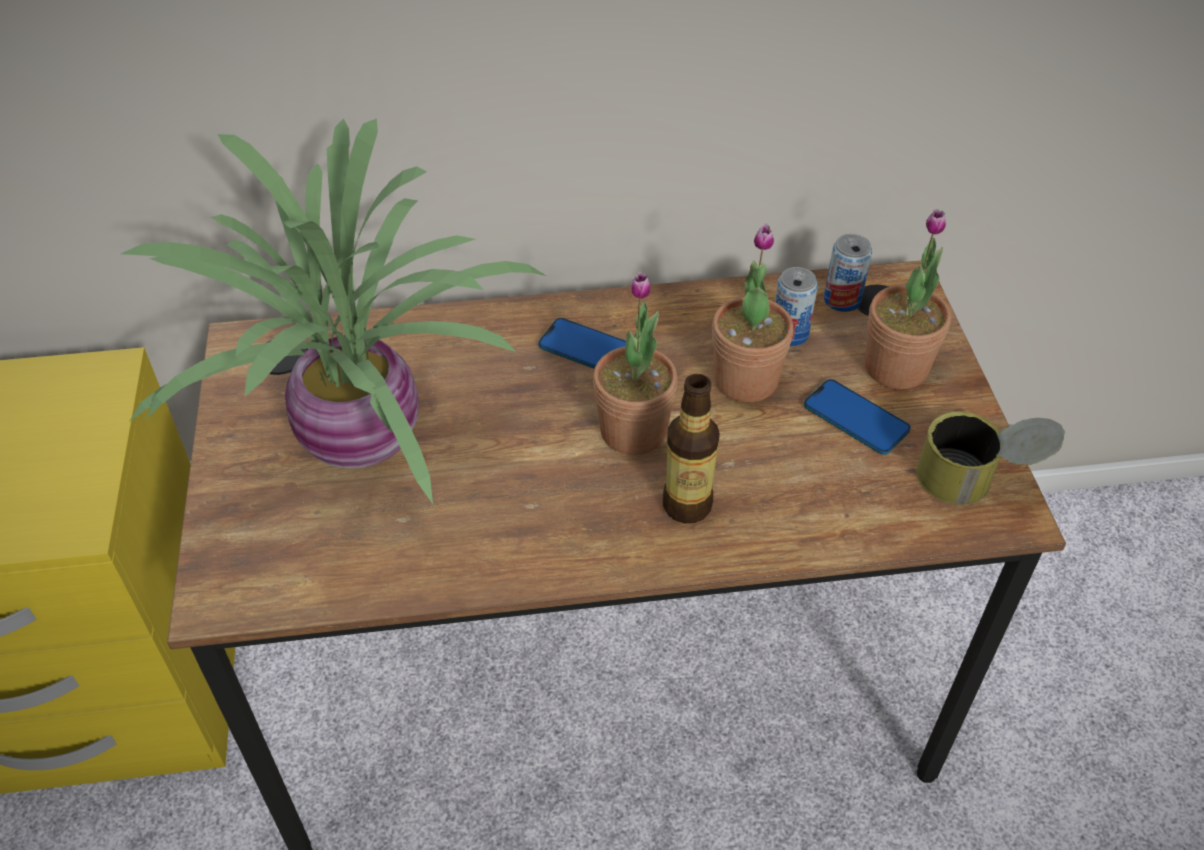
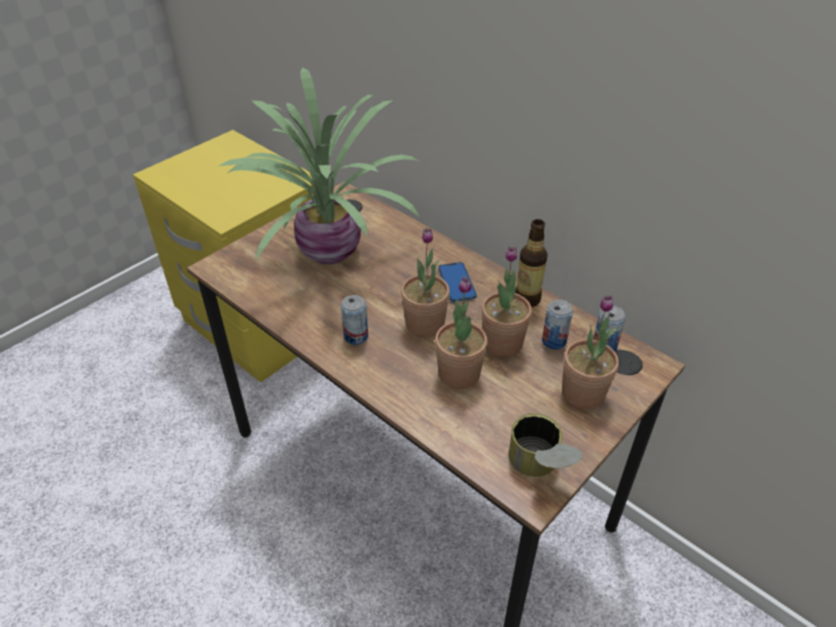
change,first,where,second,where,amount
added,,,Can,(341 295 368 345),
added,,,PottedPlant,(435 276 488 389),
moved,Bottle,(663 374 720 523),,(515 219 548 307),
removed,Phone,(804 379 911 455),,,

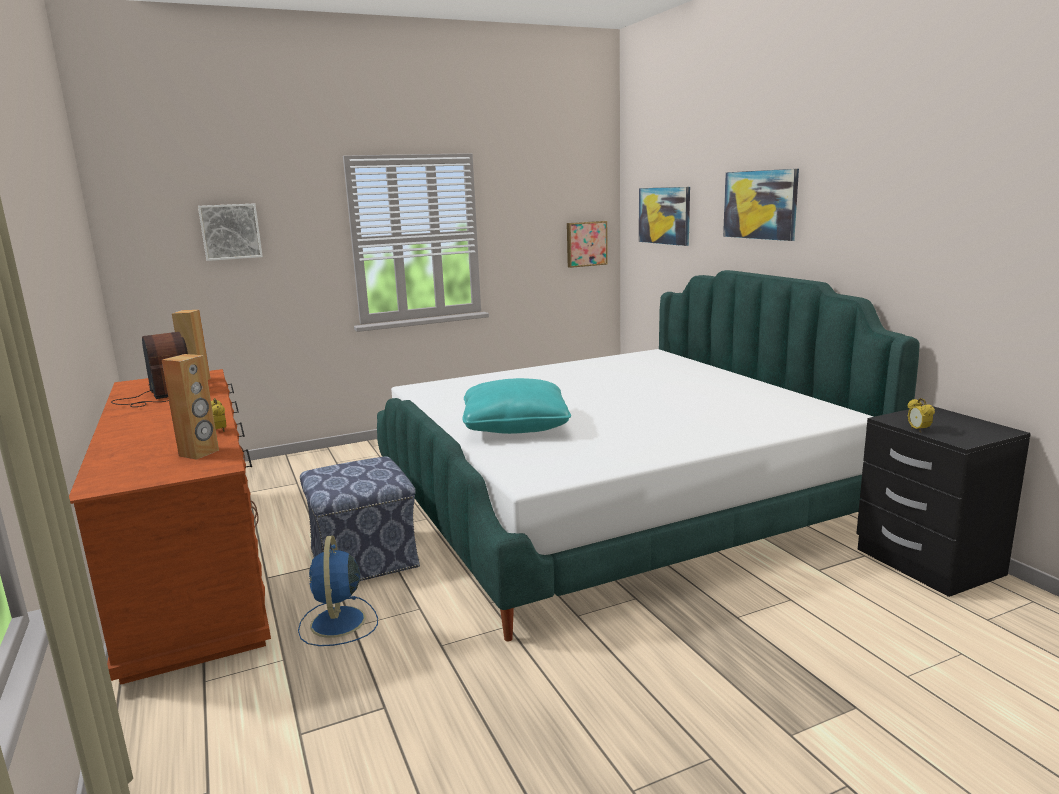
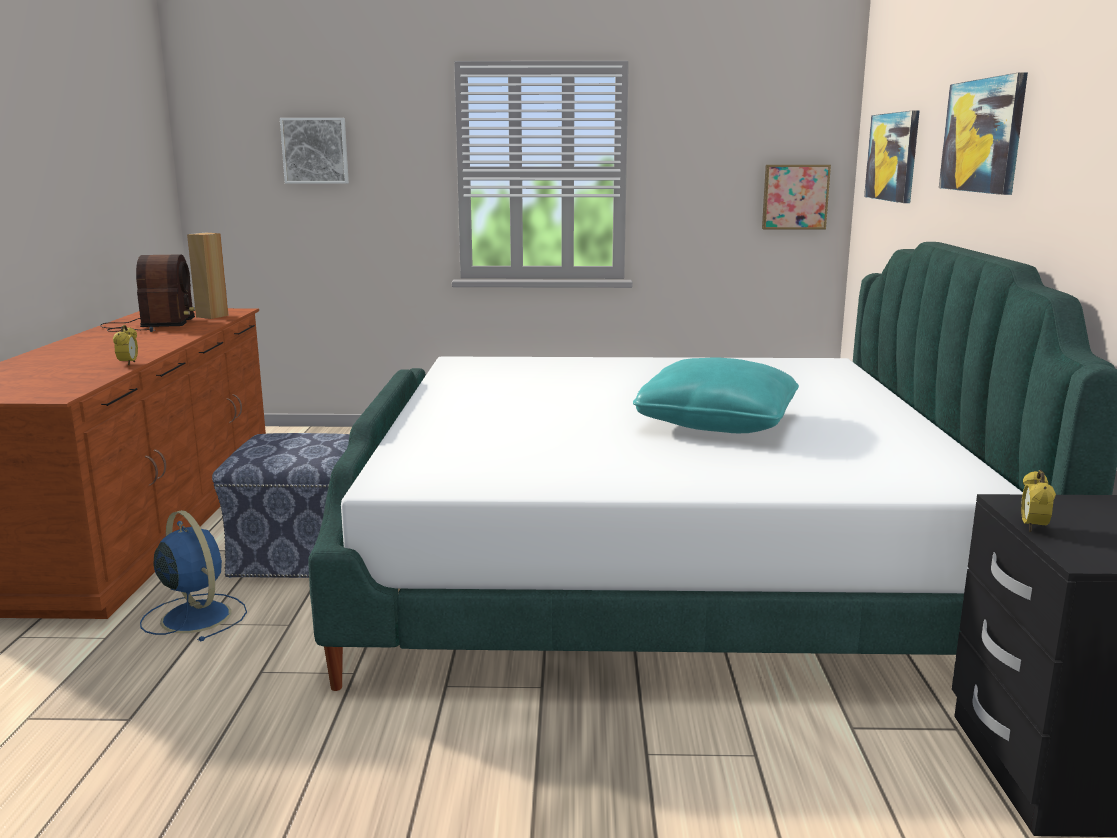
change,first,where,second,where,amount
turned,BlueFan,(298 535 378 646),,(140 510 247 642),120 degrees clockwise
moved,TurquoisePillow,(463 378 571 434),,(633 357 799 433),
removed,BrownSpeaker,(162 354 219 460),,,

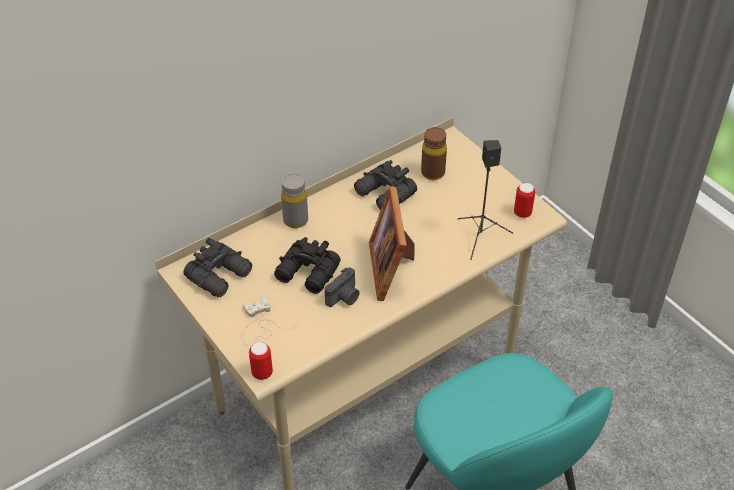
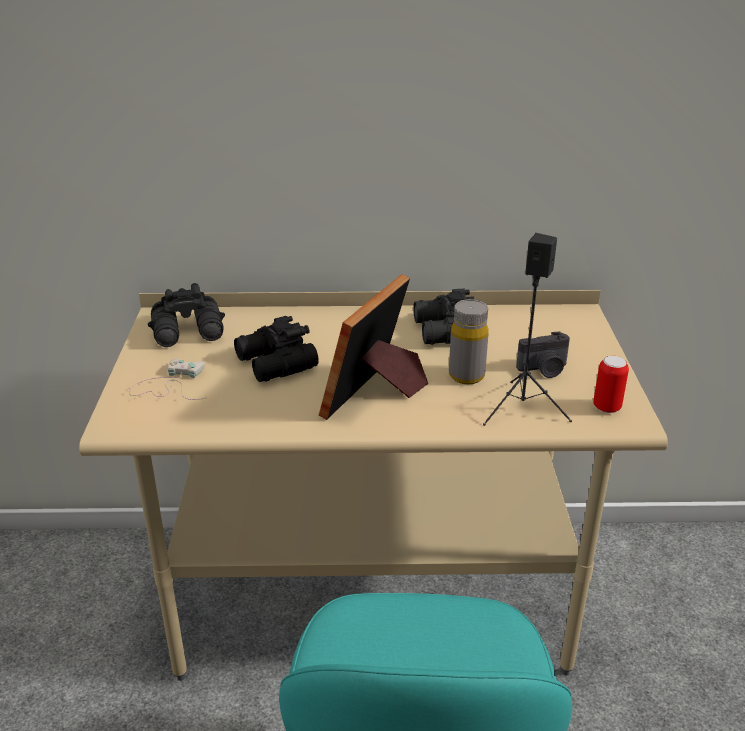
change,first,where,second,where,amount
moved,GreyBottle,(281 174 308 228),,(449 299 489 384),
moved,PhotoCamera,(325 267 360 307),,(516 332 570 378),
removed,Can,(249 342 273 380),,,
removed,BrownBottle,(421 127 447 180),,,

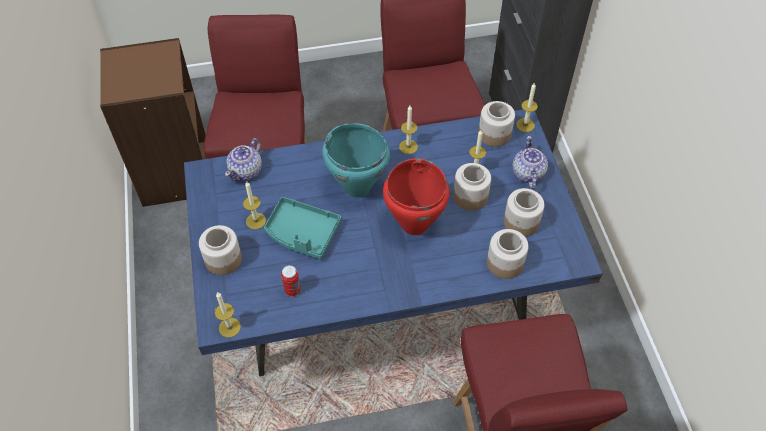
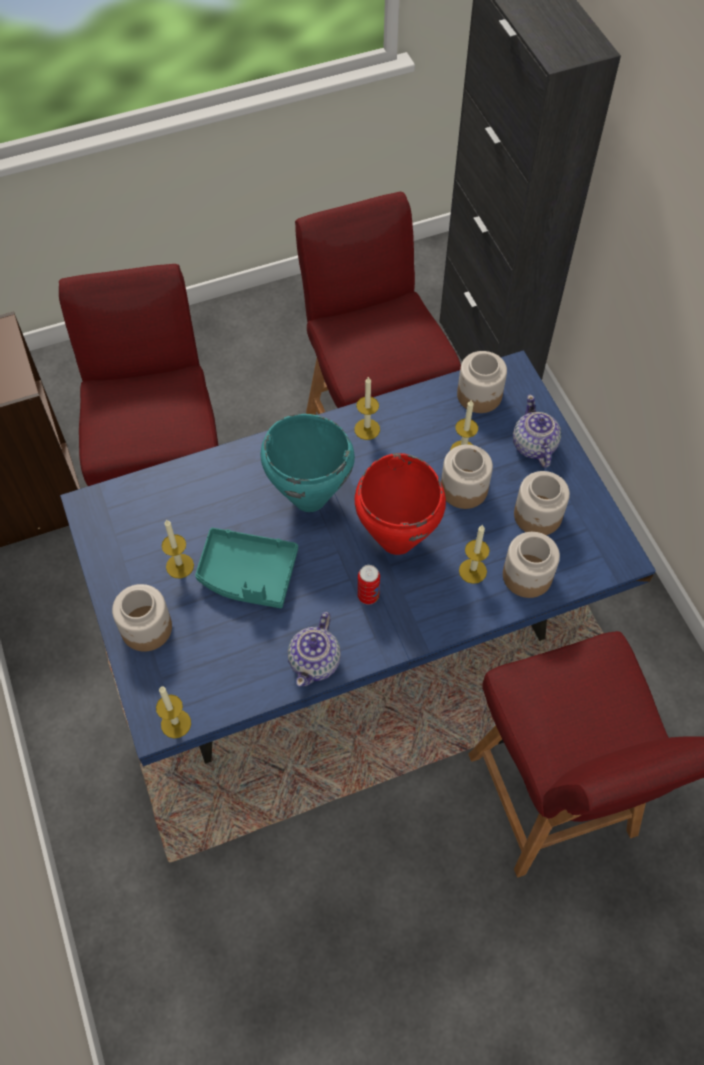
change,first,where,second,where,amount
moved,Teapot,(225 138 262 182),,(288 612 341 686),
moved,Can,(281 265 301 297),,(358 565 380 605),
moved,Candle,(516 82 538 132),,(459 525 490 584),

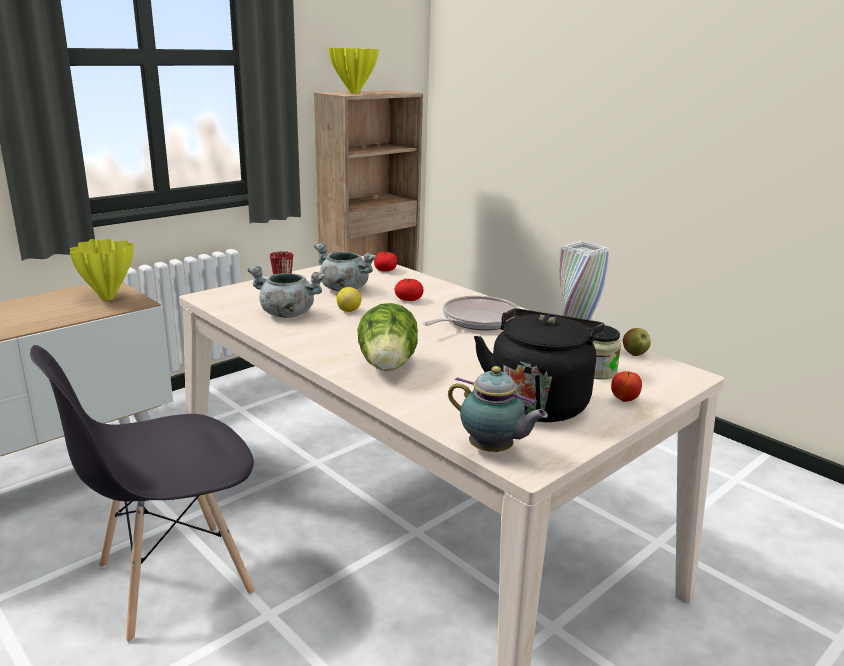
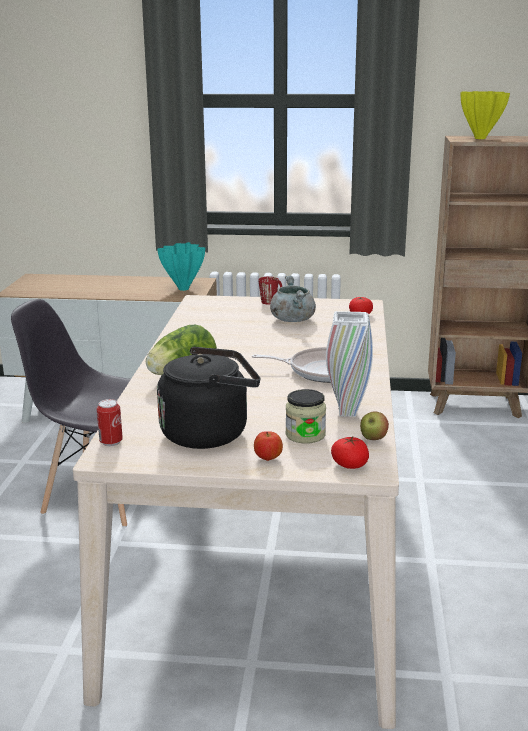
change,first,where,second,where,amount
replaced,Teapot,(448 366 548 452),Can,(97 399 123 446),
recoloured,YellowVase,(70 239 134 300),TurquoiseVase,(157 242 205 291),
moved,Tomato,(395 279 423 301),,(331 437 369 469),
removed,GreyCookingPot,(247 266 325 318),,,
removed,Lemon,(336 287 361 312),,,

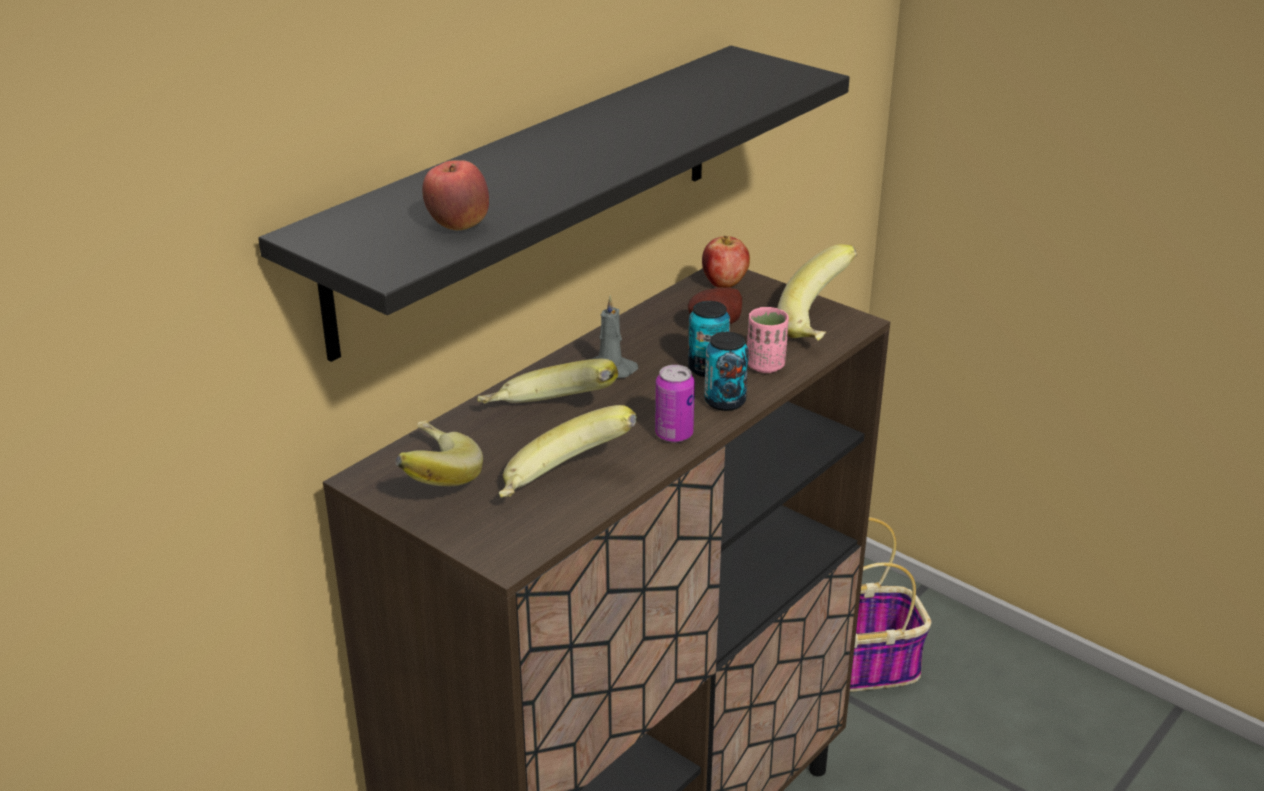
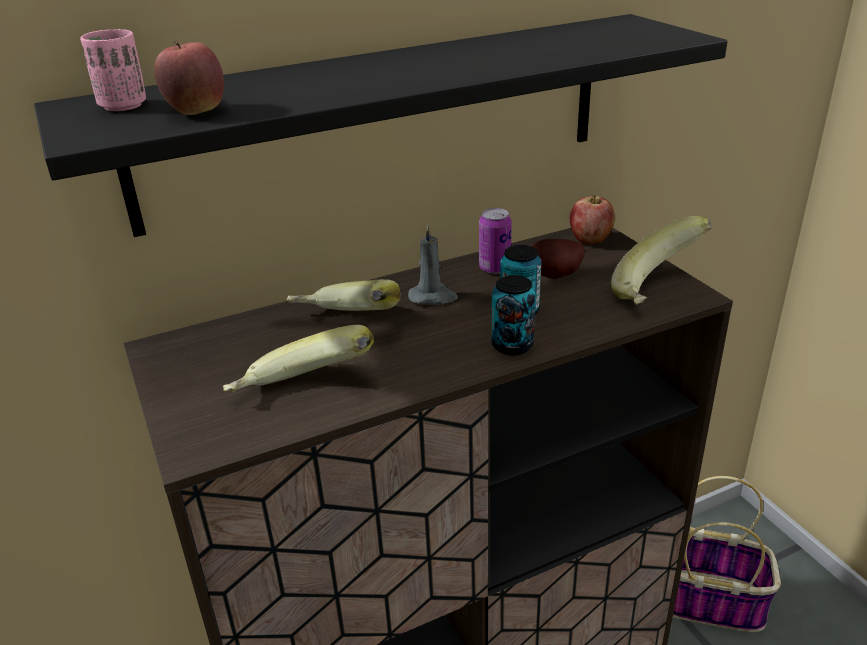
change,first,where,second,where,amount
moved,PinkCup,(747 307 789 373),,(80 29 146 111),
moved,Can,(655 365 695 443),,(479 208 512 274),
removed,Banana,(395 420 483 486),,,

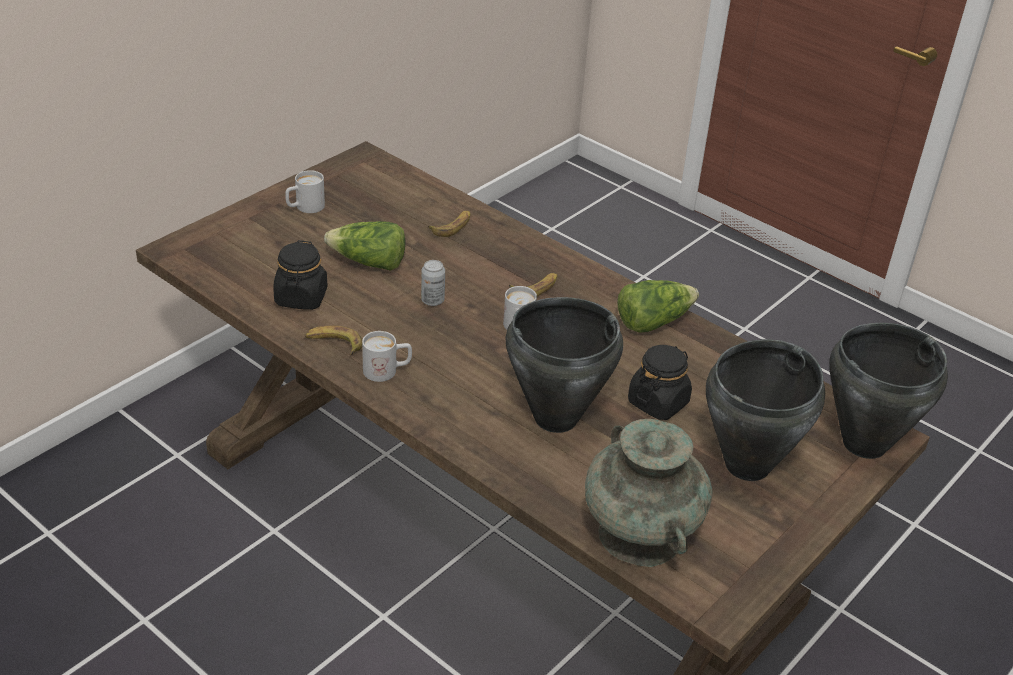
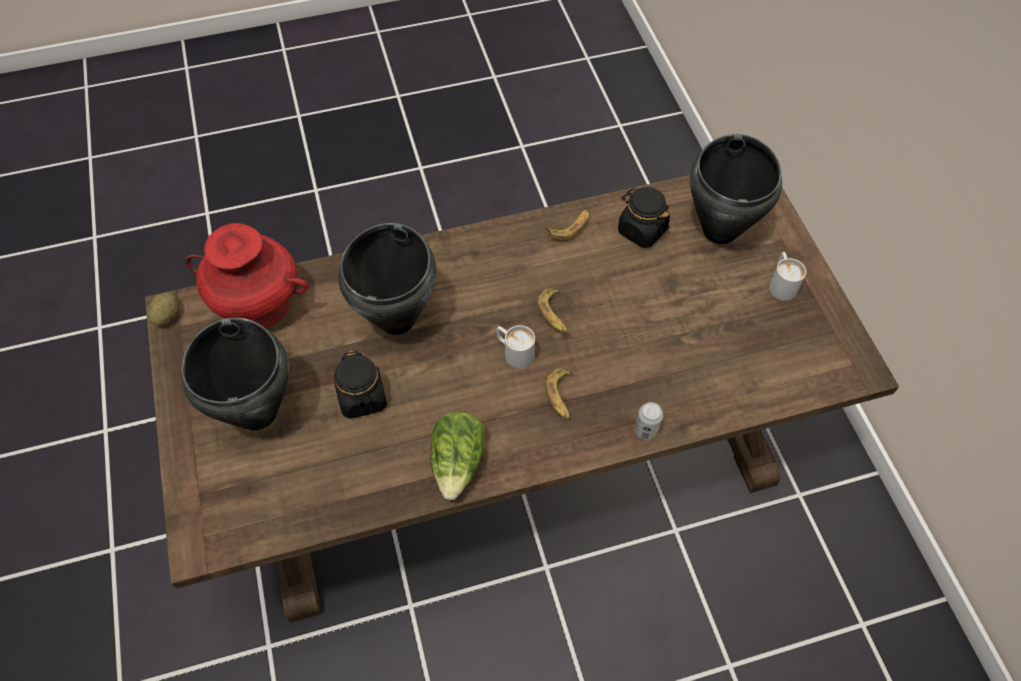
change,first,where,second,where,amount
added,,,Potato,(148 292 178 326),
recoloured,TurquoiseVase,(585 419 712 567),RedVase,(185 223 309 328),
moved,Banana,(428 211 470 237),,(537 289 567 333),
moved,Can,(421 260 445 306),,(635 402 663 440),
moved,BlackCookingPot,(829 323 948 459),,(690 134 782 244),
removed,Lettuce,(324 221 405 271),,,
removed,WhiteMug,(362 331 412 382),,,

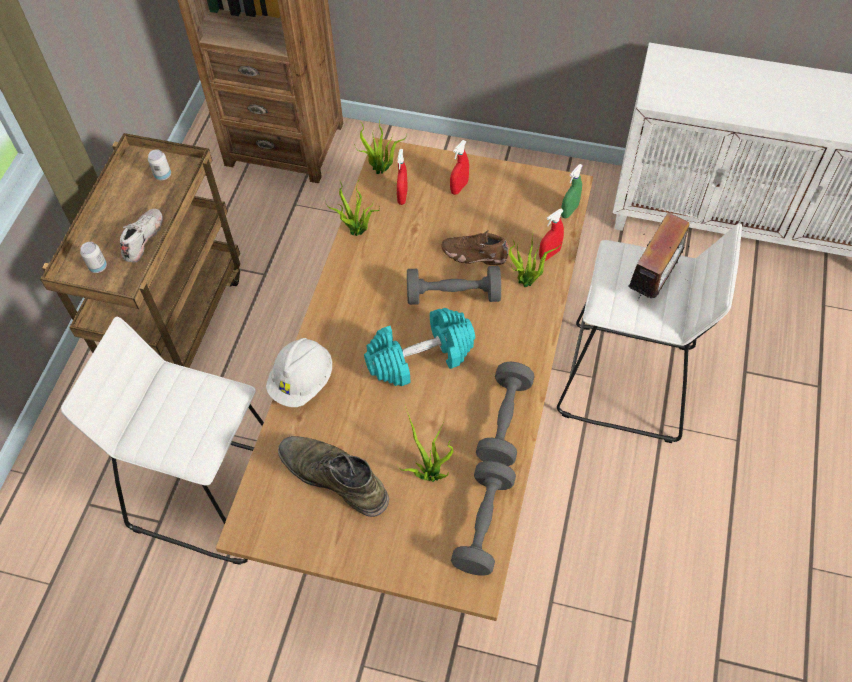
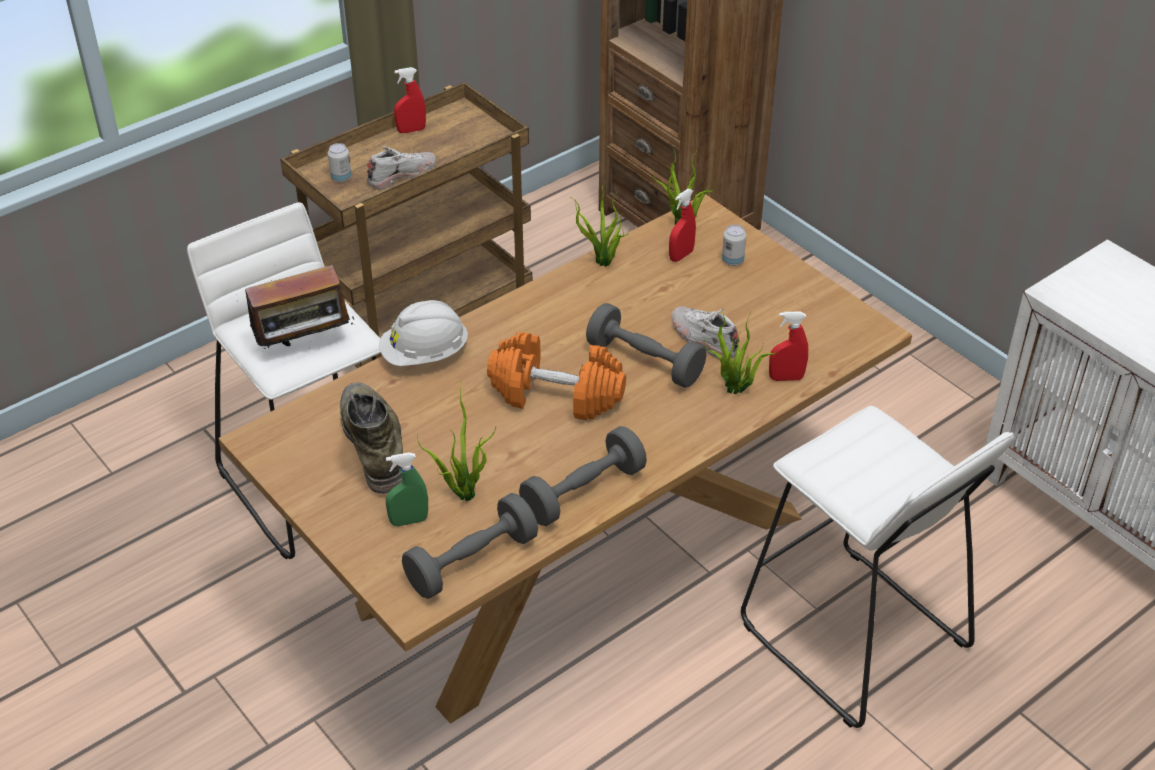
change,first,where,second,where,amount
moved,Radio,(628 213 689 301),,(245 265 355 352),
moved,GreenSprayBottle,(561 164 583 218),,(386 453 428 526),
moved,RedSprayBottle,(450 140 469 195),,(394 67 426 133),
recoloured,TurquoiseDumbbell,(364 308 475 386),OrangeDumbbell,(487 332 626 420),
recoloured,BrownShoe,(441 230 508 265),WhiteShoe,(672 306 740 359),
moved,Can,(148 149 171 180),,(722 225 746 266),

